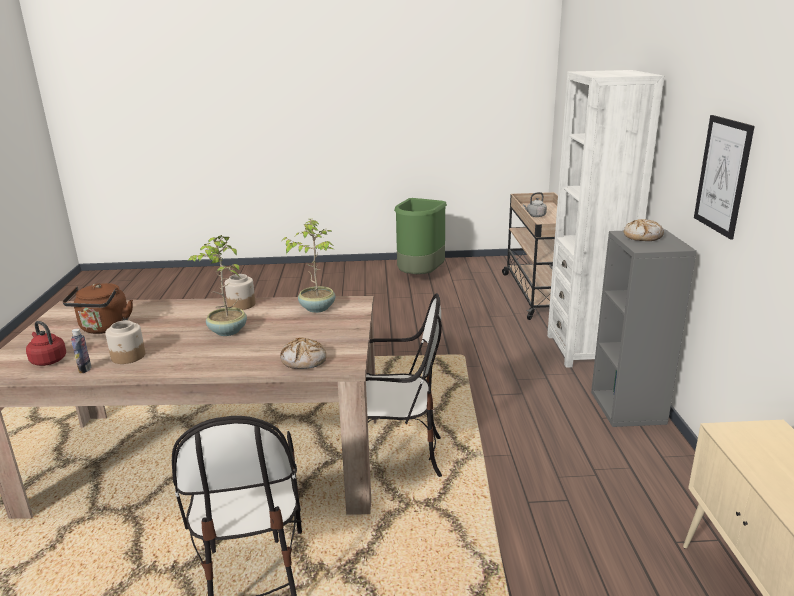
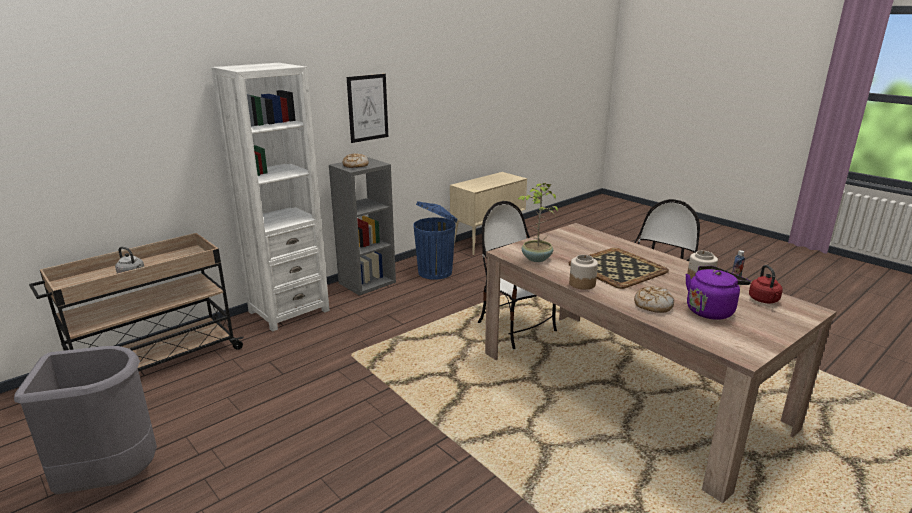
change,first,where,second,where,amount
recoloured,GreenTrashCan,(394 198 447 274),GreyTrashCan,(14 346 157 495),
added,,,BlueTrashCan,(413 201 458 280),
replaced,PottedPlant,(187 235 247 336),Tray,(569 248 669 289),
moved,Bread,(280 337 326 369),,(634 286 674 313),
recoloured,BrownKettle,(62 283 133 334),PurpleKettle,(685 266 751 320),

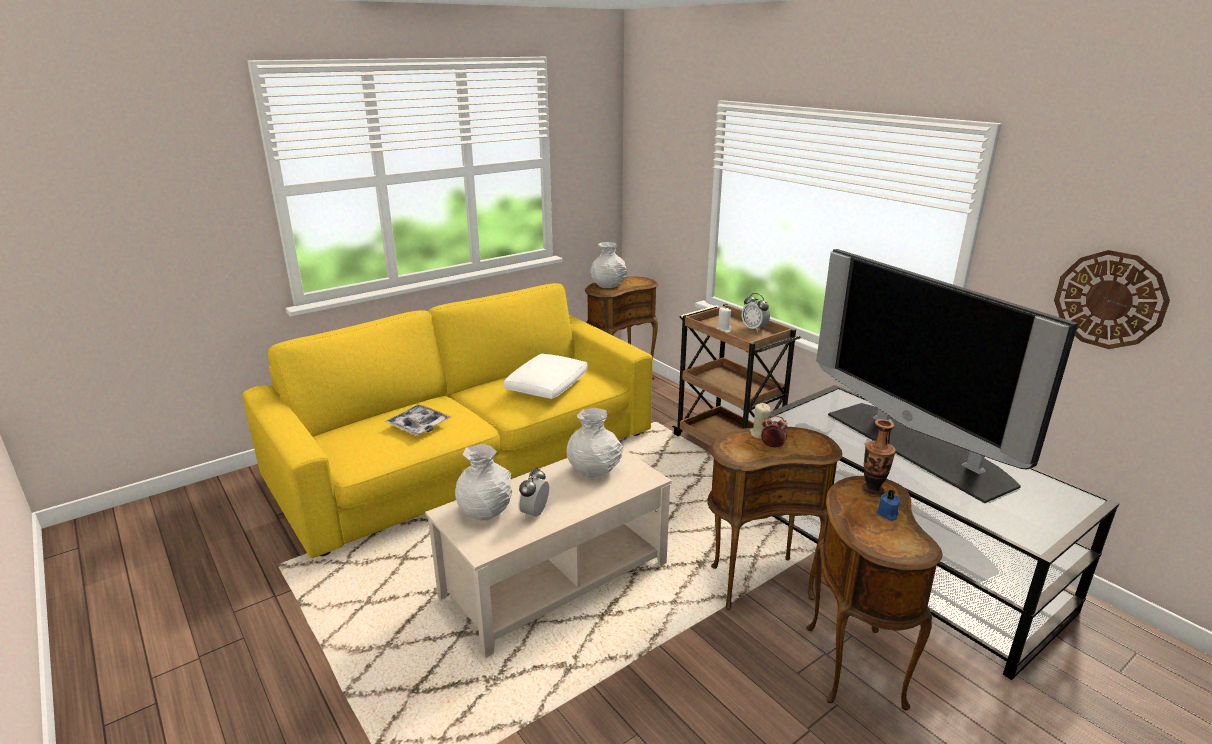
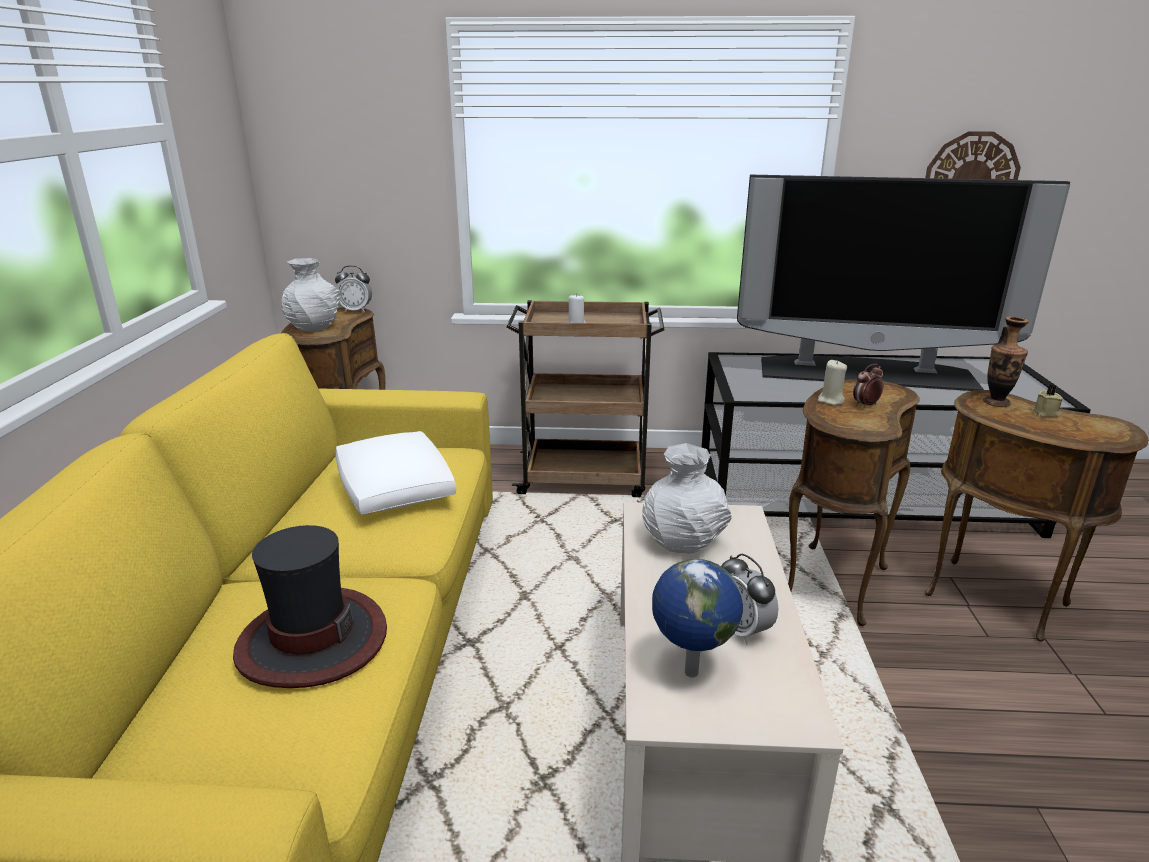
change,first,where,second,where,amount
replaced,Tray,(384 405 451 435),Hat,(233 525 387 688),
moved,AlarmClock,(742 293 770 332),,(335 265 372 312),
replaced,WhiteVase,(455 444 512 521),Globe,(652 559 743 677),
recoloured,BlueCandle,(877 489 901 521),BeigeCandle,(1033 384 1063 417),

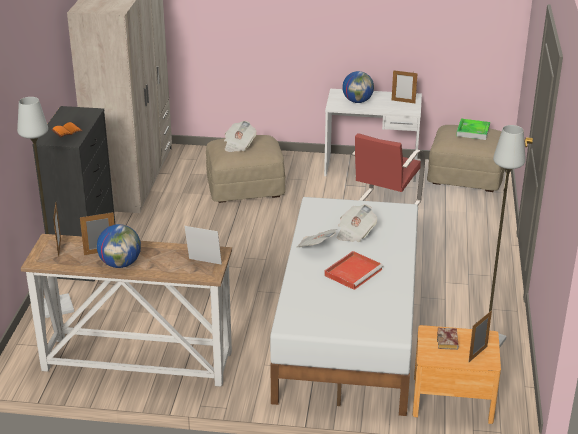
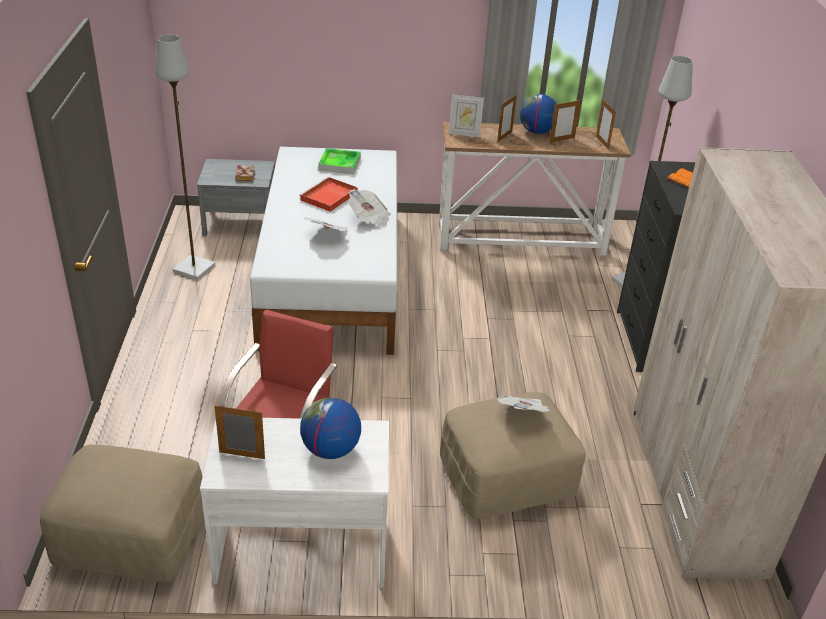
change,first,where,second,where,amount
recoloured,BrownNightstand,(413 325 501 424),GreyNightstand,(197 159 275 236),
moved,Tray,(456 119 490 140),,(318 148 361 174),
moved,PictureFrame,(468 310 492 363),,(497 94 517 142),

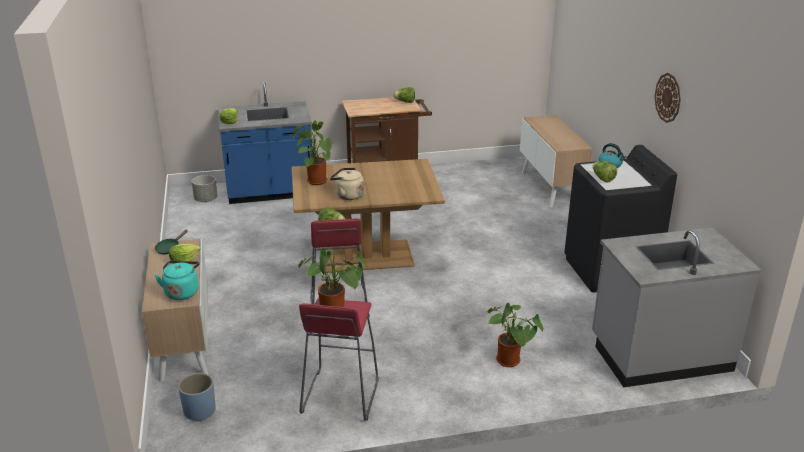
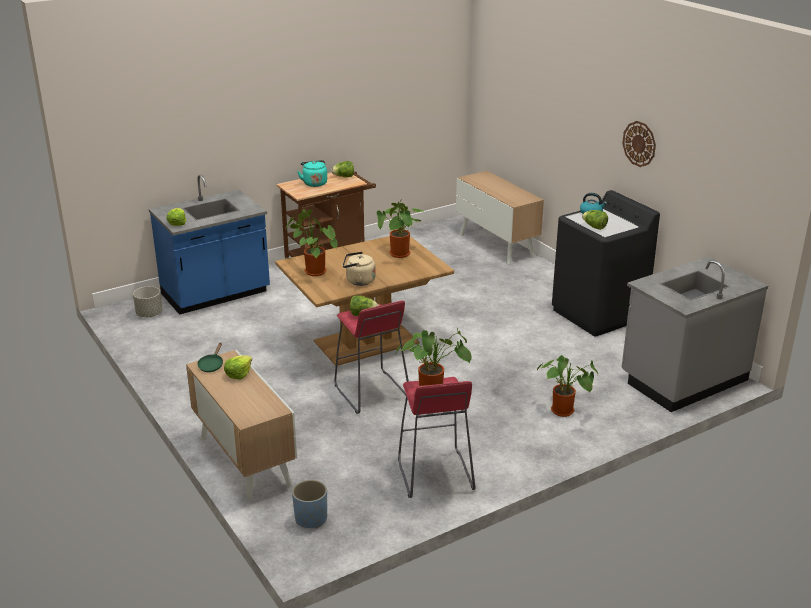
change,first,where,second,where,amount
moved,TurquoiseKettle,(155 261 199 300),,(297 160 327 187),
added,,,PottedPlant,(377 199 424 258),

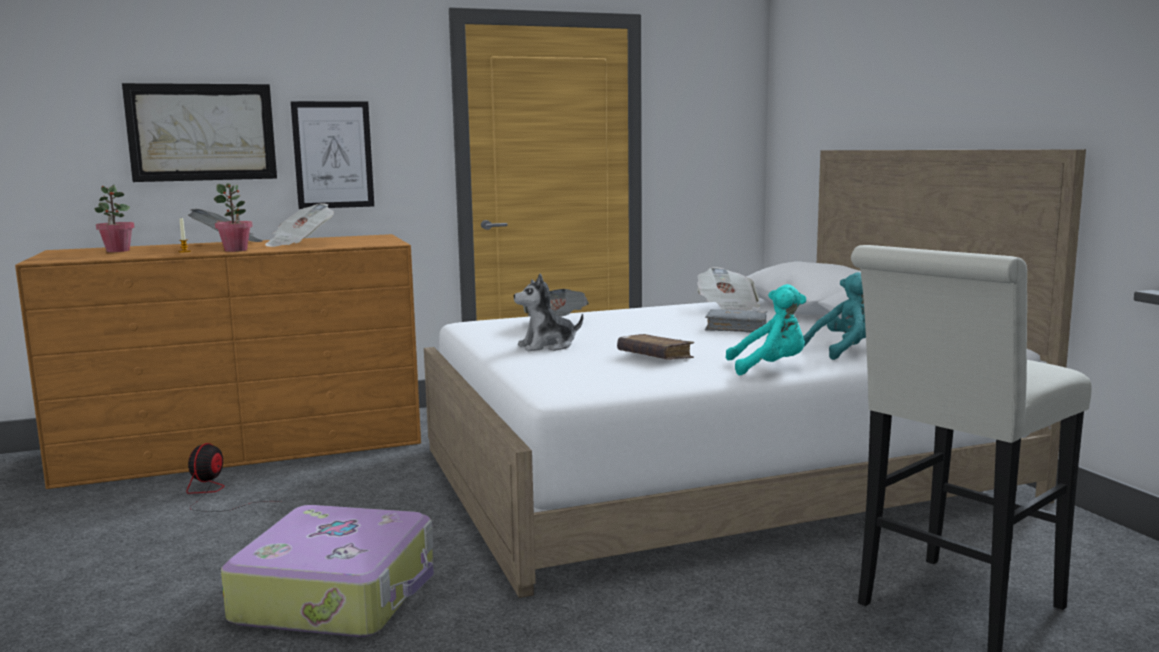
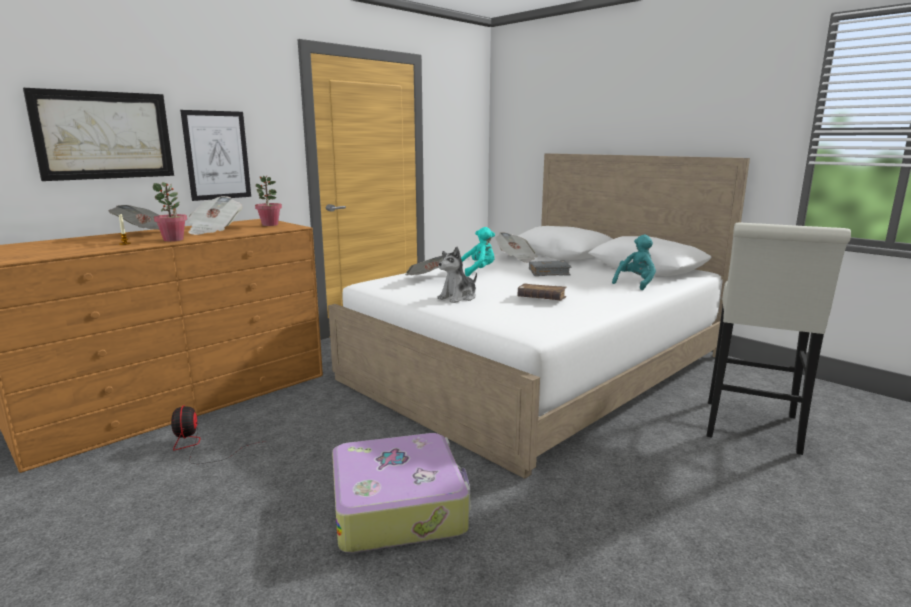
change,first,where,second,where,amount
moved,PottedPlant,(94 185 135 252),,(255 176 282 226),
moved,TurquoisePlushToy,(726 284 806 375),,(461 227 495 277),

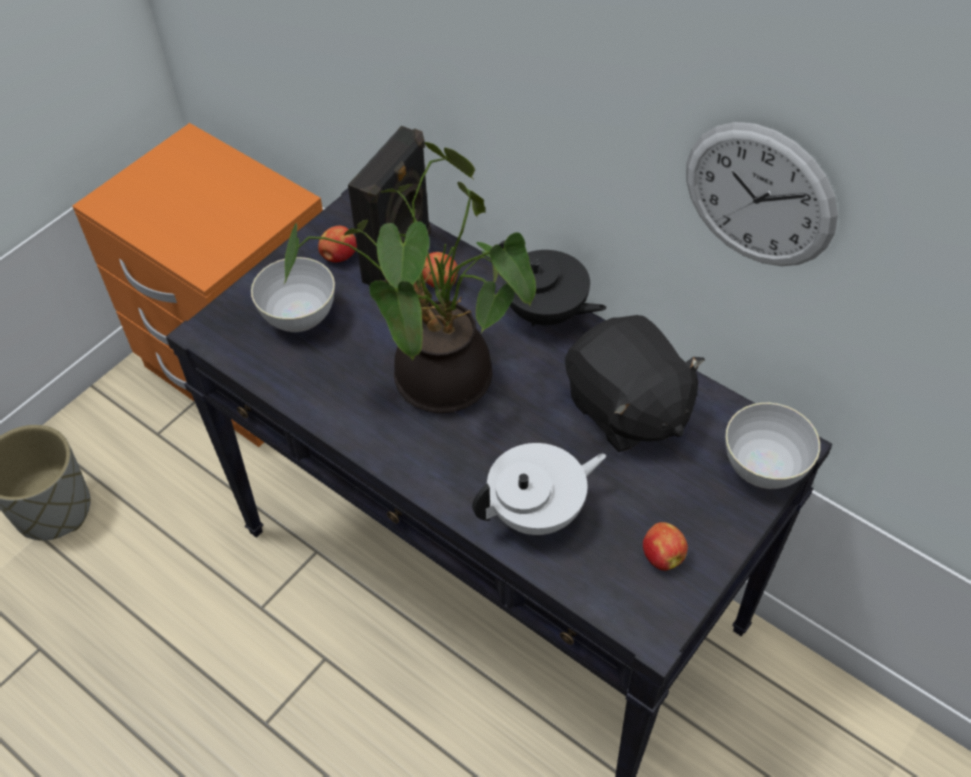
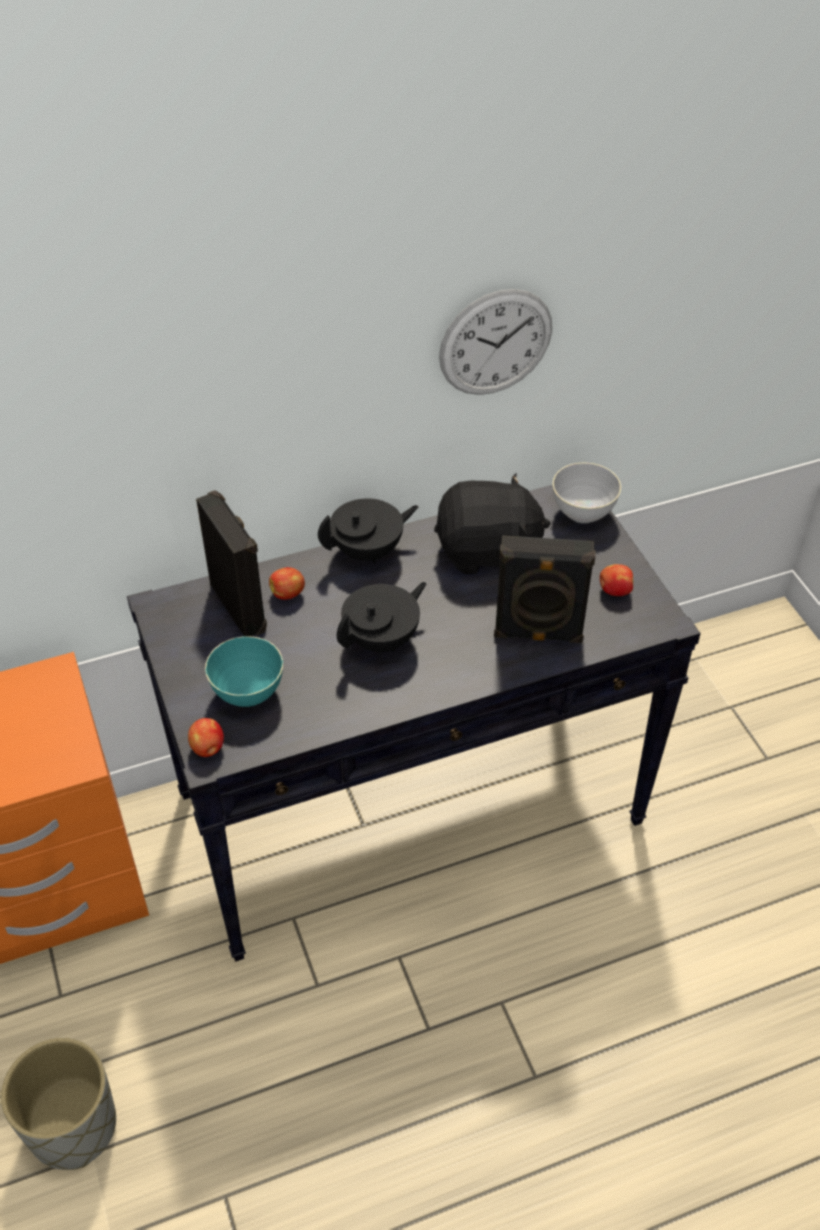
change,first,where,second,where,amount
moved,Apple,(318 226 357 262),,(188 718 224 757),
recoloured,GreyBowl,(251 257 335 332),TurquoiseBowl,(205 636 283 707),
replaced,PottedPlant,(284 142 536 413),BlackTeapot,(337 582 427 652),
replaced,WhiteTeapot,(472 443 606 535),BlackSpeaker,(494 535 596 643),

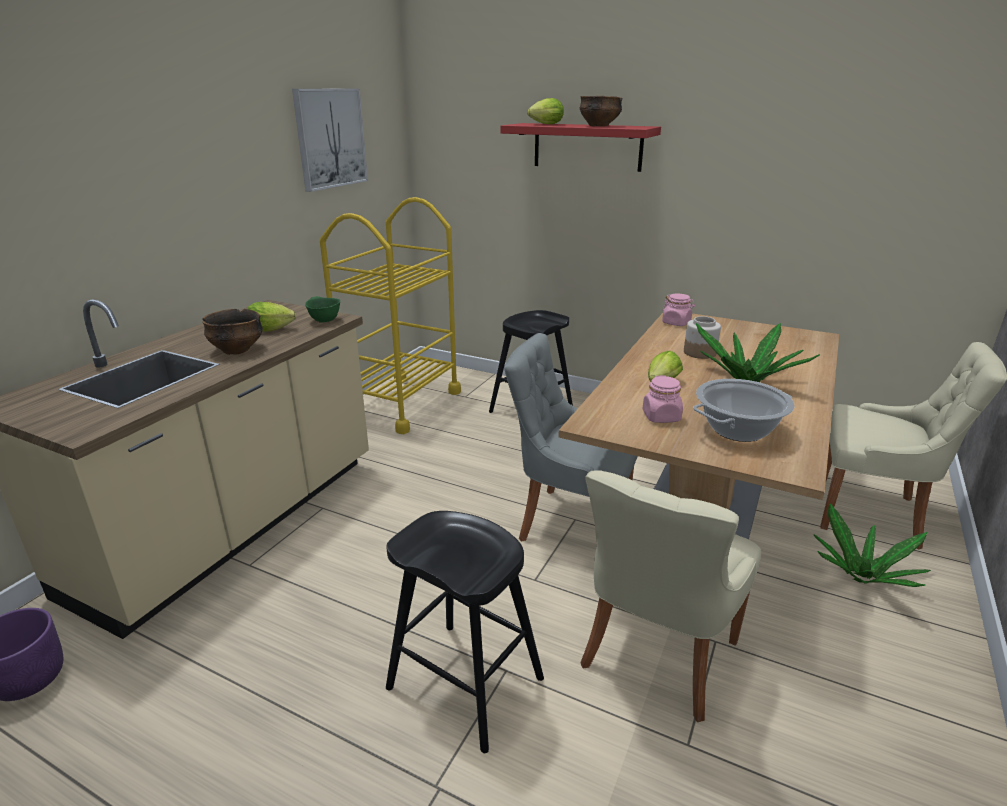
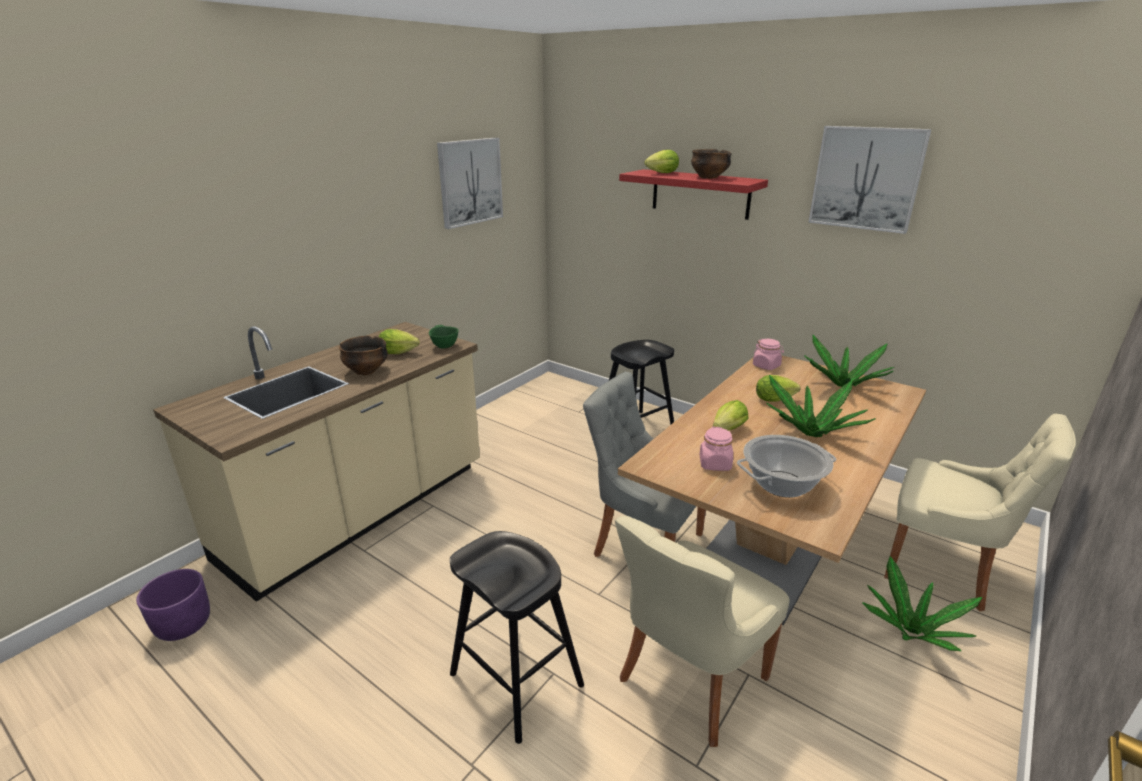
change,first,where,second,where,amount
replaced,Jar,(684 316 721 359),Lettuce,(756 375 800 402),
added,,,PottedPlant,(804 335 894 387),
added,,,Picture,(808 126 931 234),
removed,YellowCart,(320 197 461 434),,,

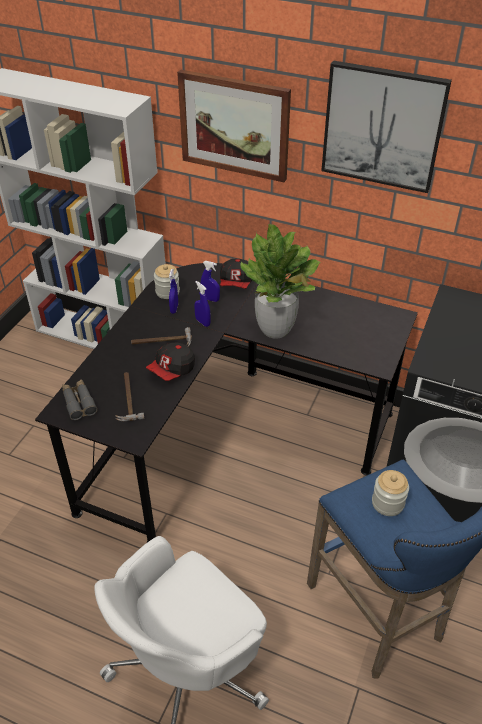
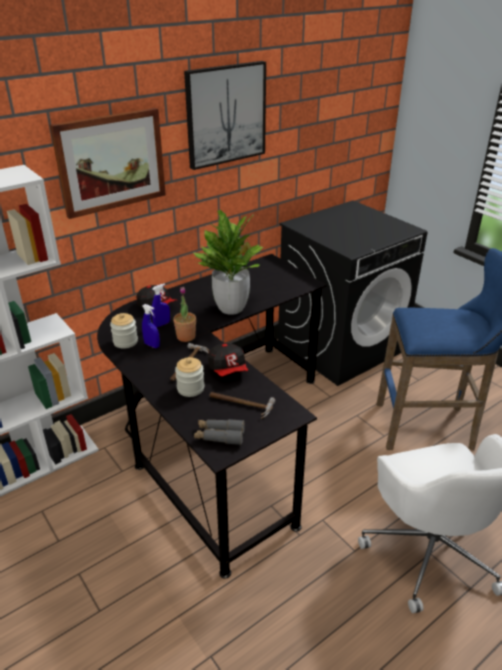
change,first,where,second,where,amount
replaced,BlueSprayBottle,(194 281 211 327),PottedPlant,(173 287 196 342),
moved,Jar,(372 470 409 516),,(175 357 204 397),

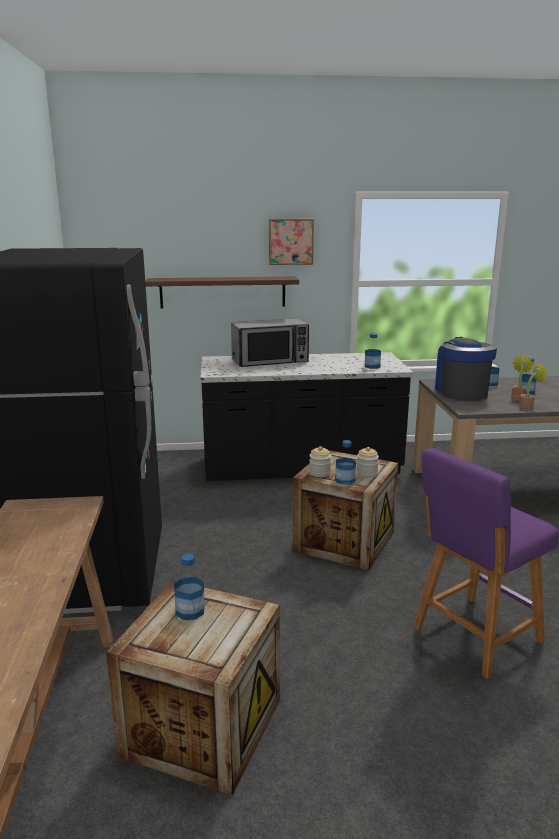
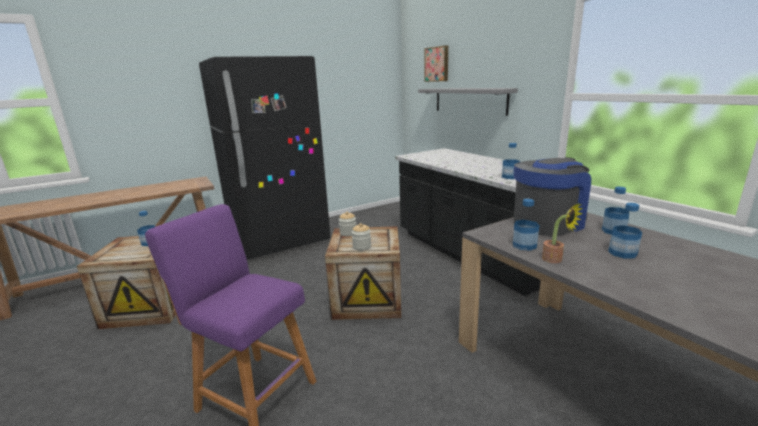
change,first,where,second,where,amount
recoloured,BrownShelf,(145 277 299 308),GreyShelf,(418 88 518 116),
moved,Picture,(269 219 314 265),,(424 46 448 82),
moved,Bottle,(335 440 356 485),,(513 199 539 251),
removed,Microwave,(231 319 309 367),,,
removed,PottedPlant,(511 354 534 400),,,

